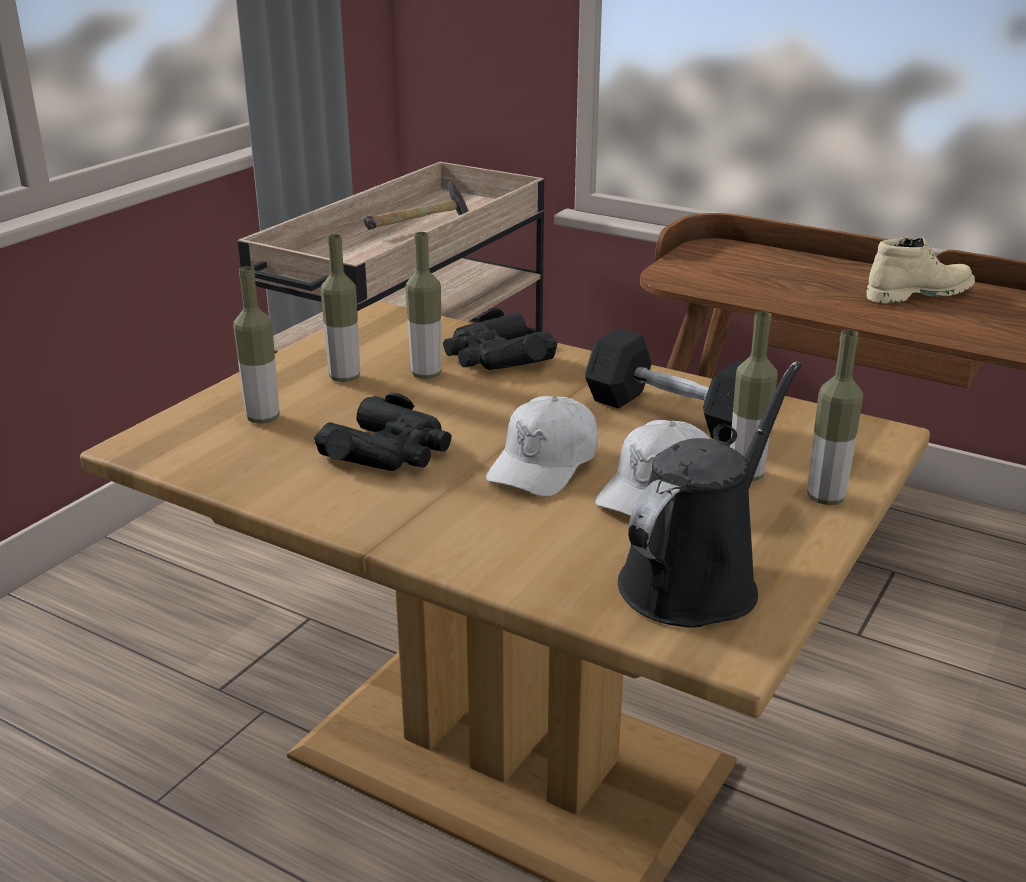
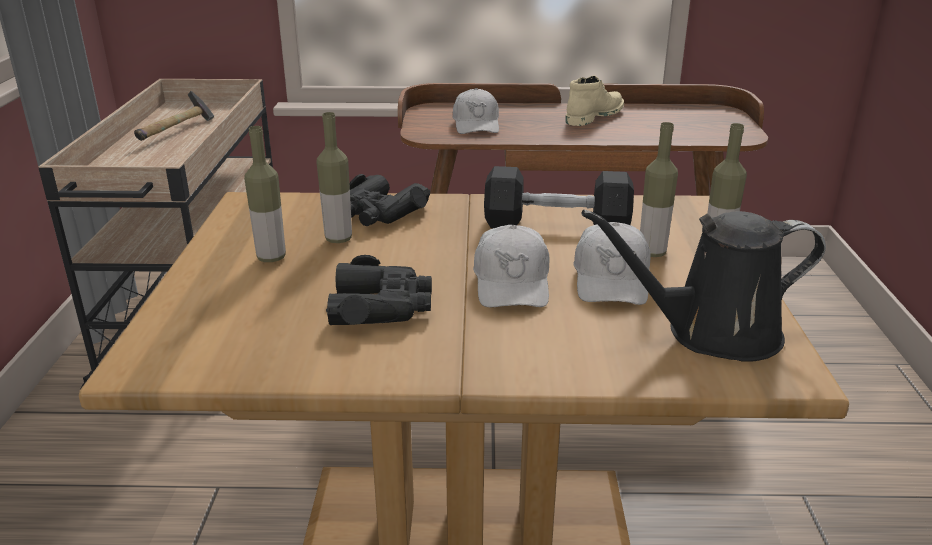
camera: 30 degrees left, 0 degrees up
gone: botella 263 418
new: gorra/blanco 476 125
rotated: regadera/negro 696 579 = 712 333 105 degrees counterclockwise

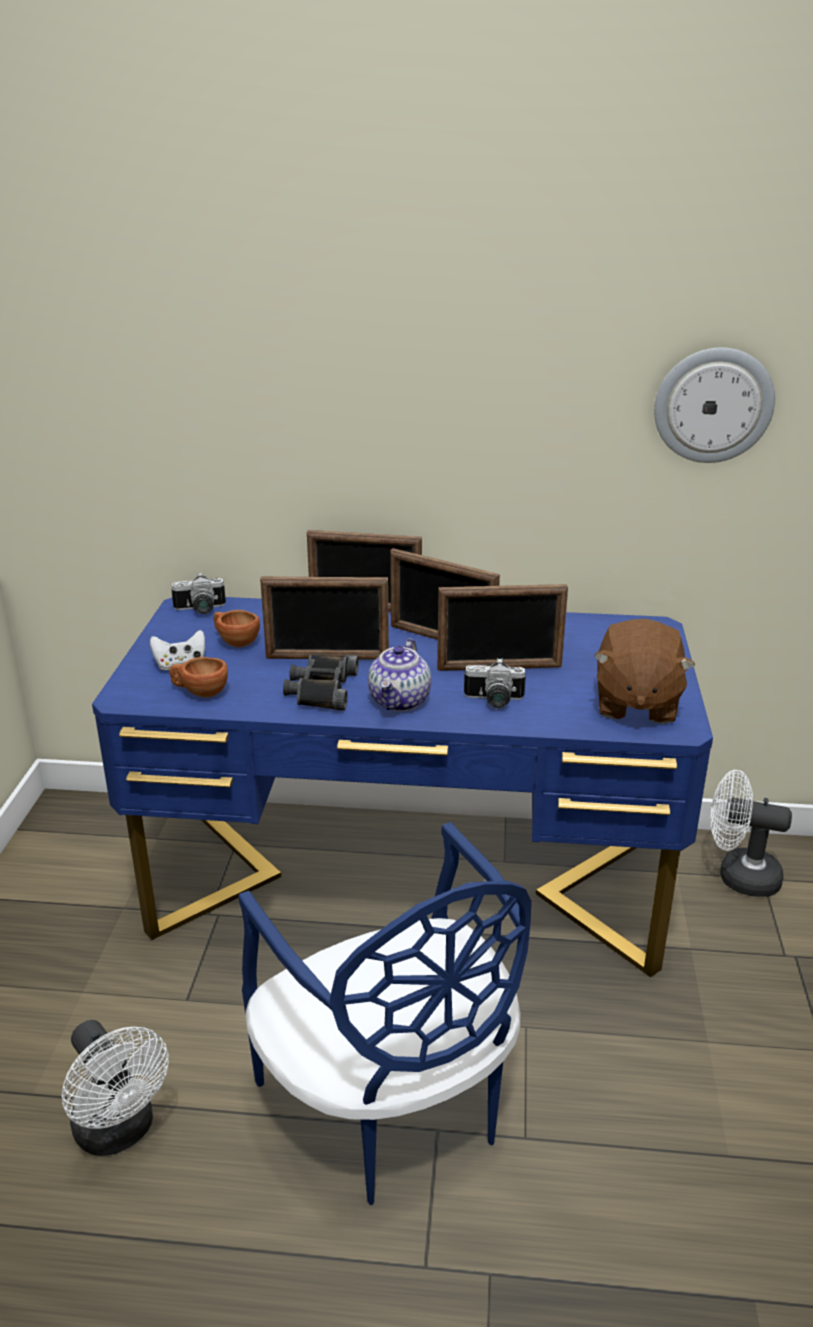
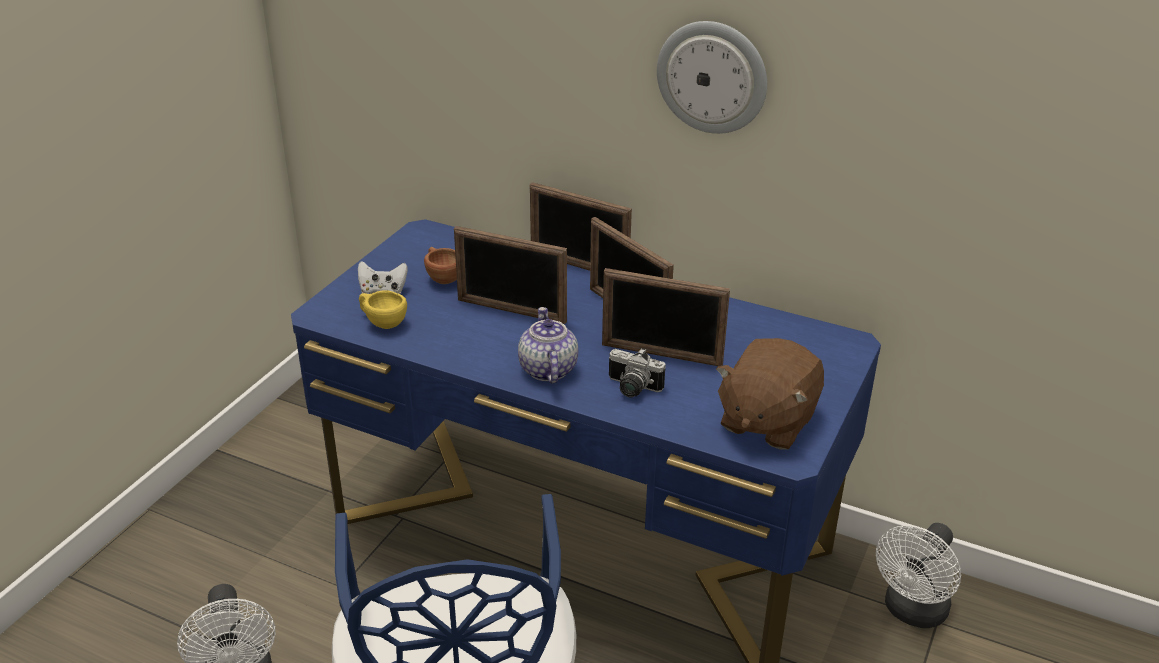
camera: 20 degrees right, 5 degrees up
gone: cámara 200 610; prismáticos/negro 321 689
shifted: reloj de pared 713 405 to 712 77
repainted: taza/marrón 200 692 to taza/amarillo 382 322
rotated: tetera 400 701 = 547 369 135 degrees clockwise; ventilador/blanco 738 876 = 912 612 90 degrees counterclockwise

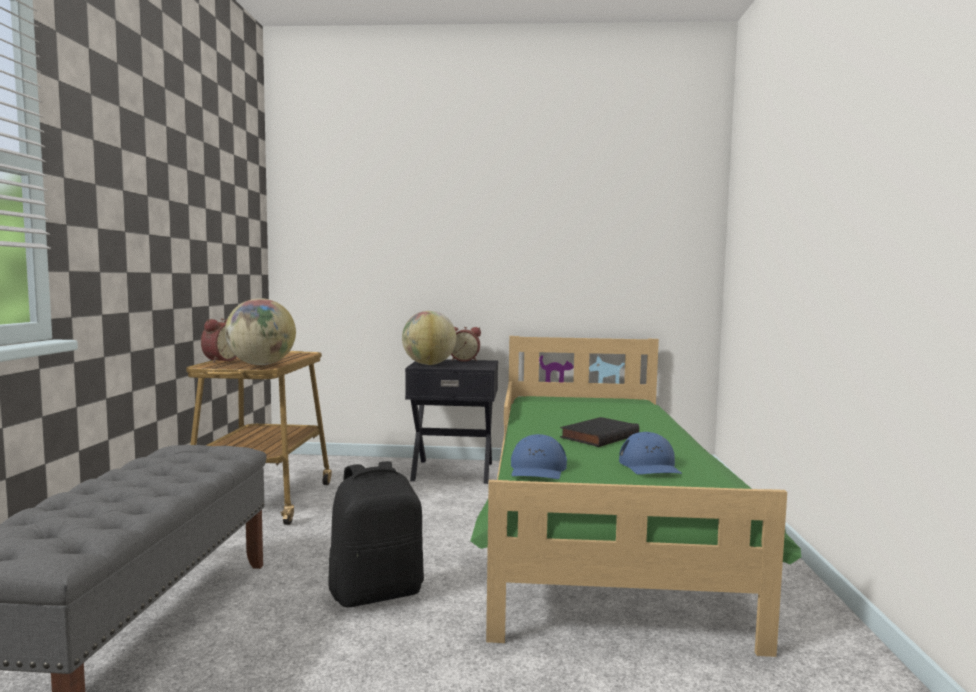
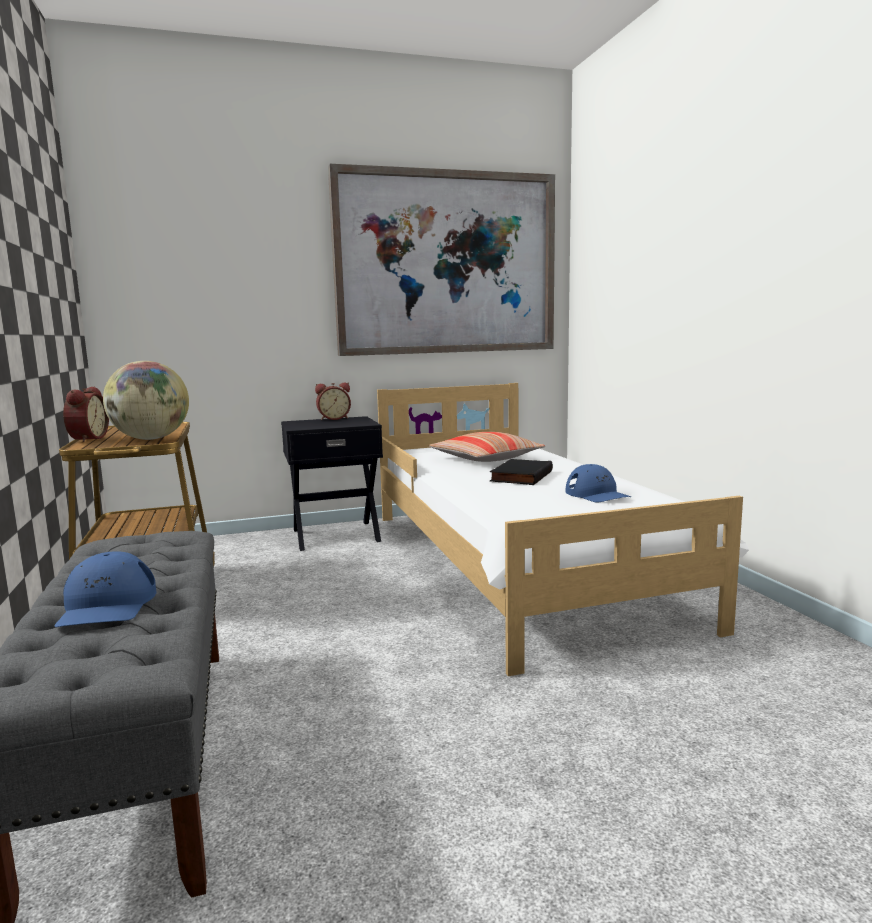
camera: 20 degrees left, 5 degrees up
gone: globo terráqueo 429 364; mochila/negro 377 592
new: cuadro 446 264; cojín 486 458
shifted: gorra/azul 537 469 to 107 606
repainted: cama/verde 598 528 to cama/blanco 517 563

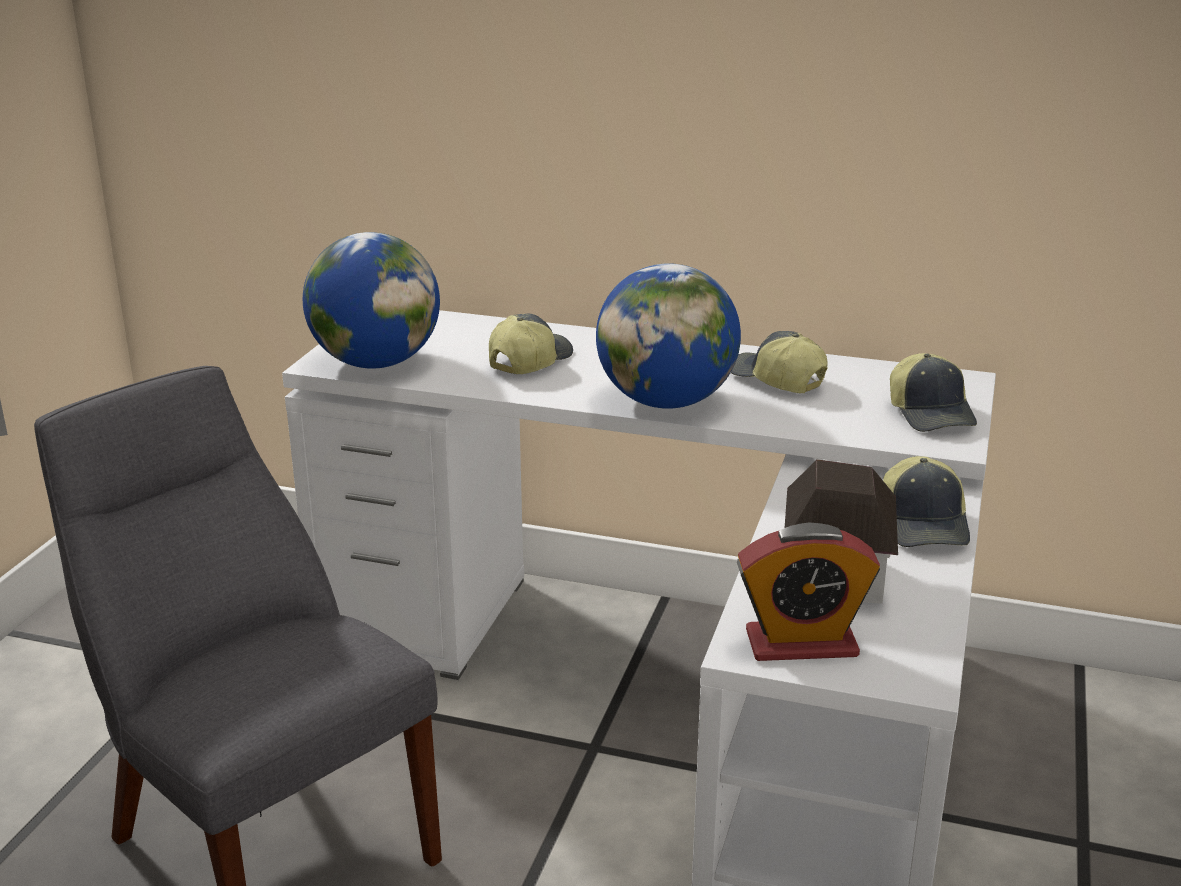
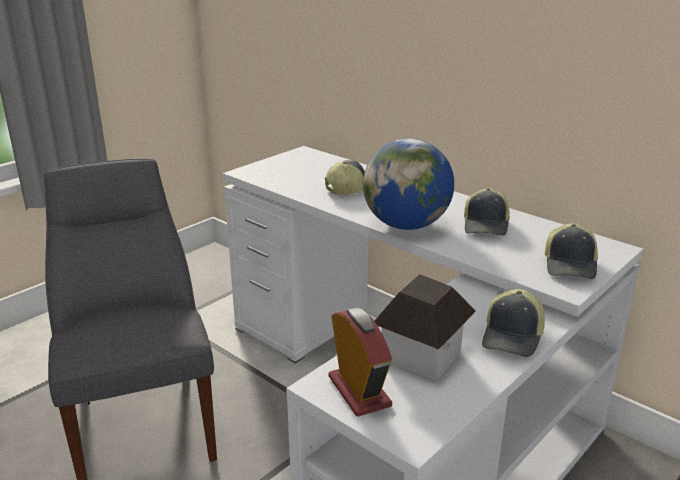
camera: 25 degrees right, 0 degrees up
gone: globo terráqueo 376 363
rotated: gorra 776 380 = 486 225 150 degrees counterclockwise; despertador 801 643 = 359 391 135 degrees counterclockwise

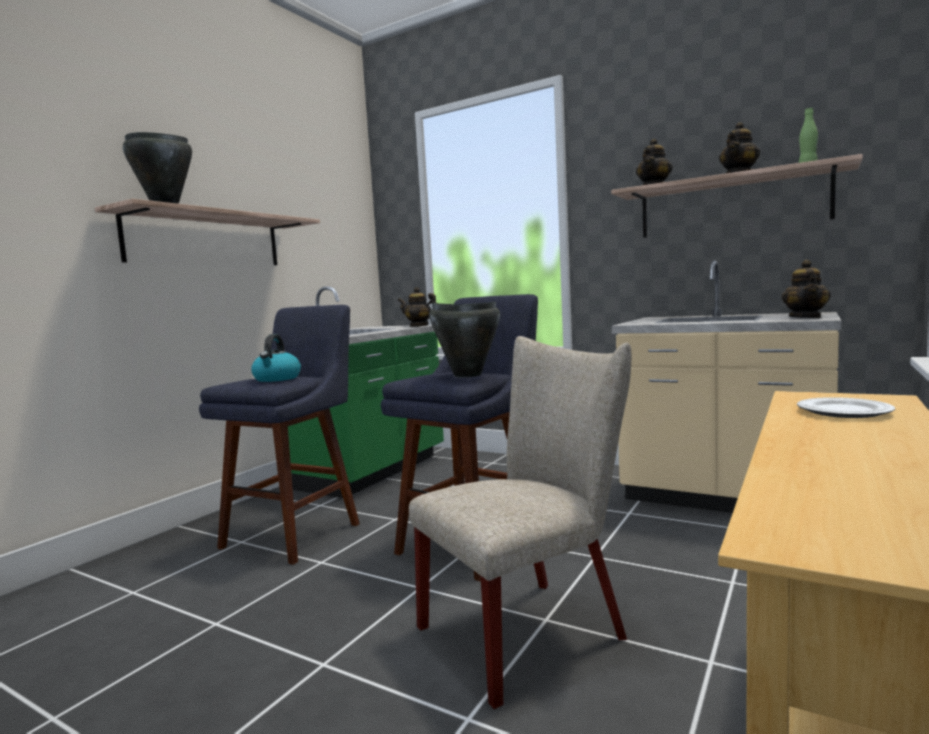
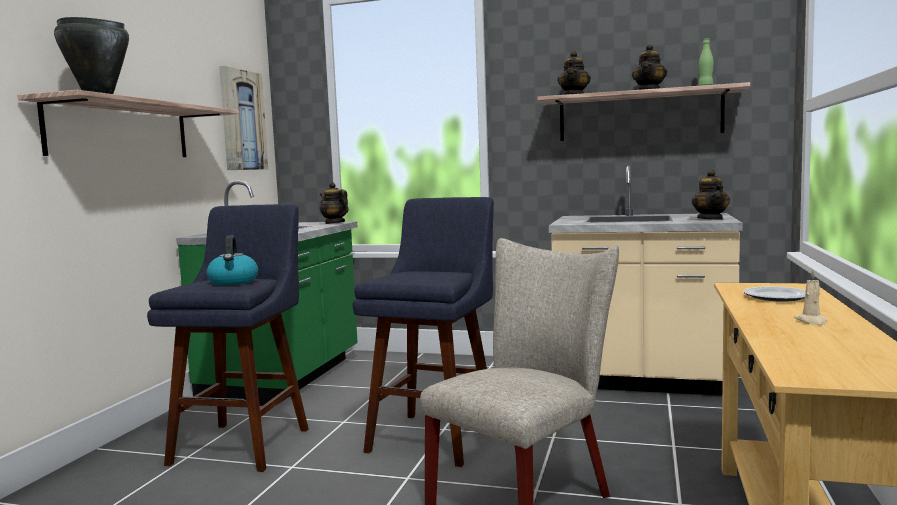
camera: 15 degrees left, 0 degrees up
gone: olla/negro 467 375
new: cuadro 242 120; vela/beis 812 321
rotated: tetera 419 326 = 334 223 45 degrees clockwise

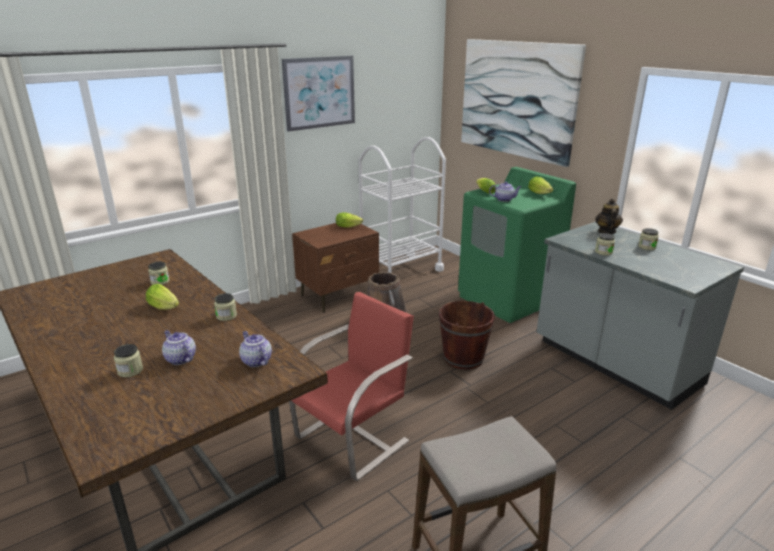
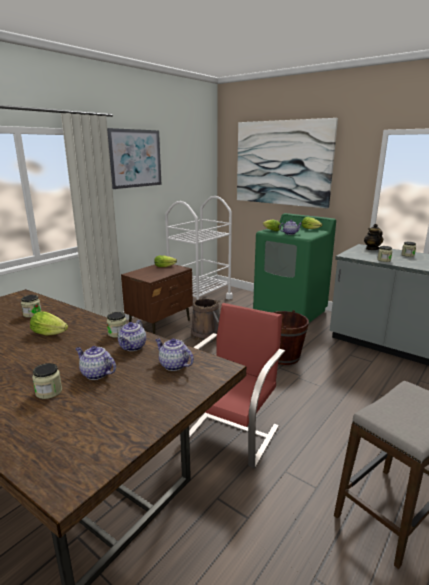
camera: 15 degrees left, 5 degrees down
new: tetera 132 347

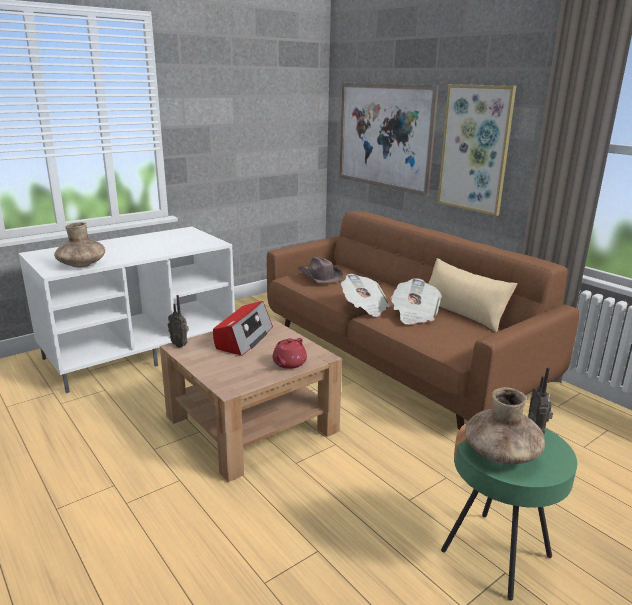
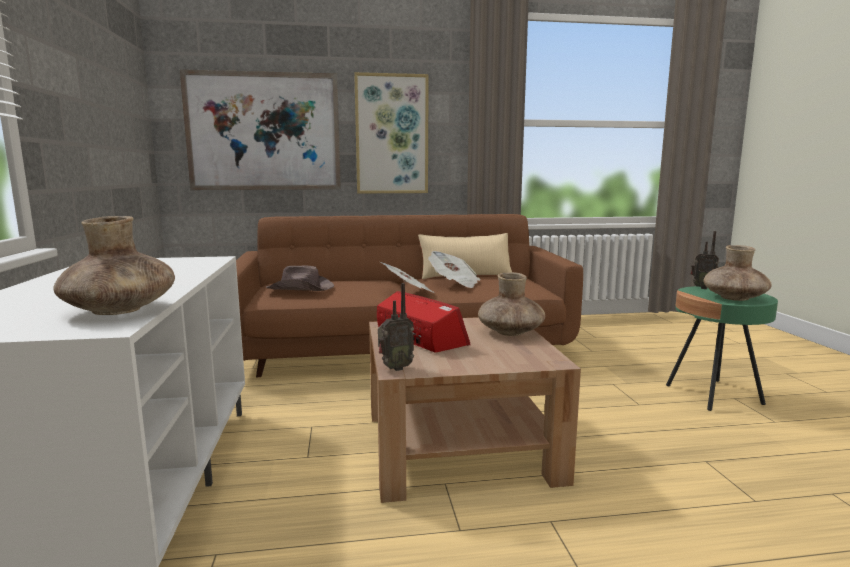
camera: 60 degrees left, 10 degrees down
swapped: tetera/rojo 289 364 to florero/marrón 510 332

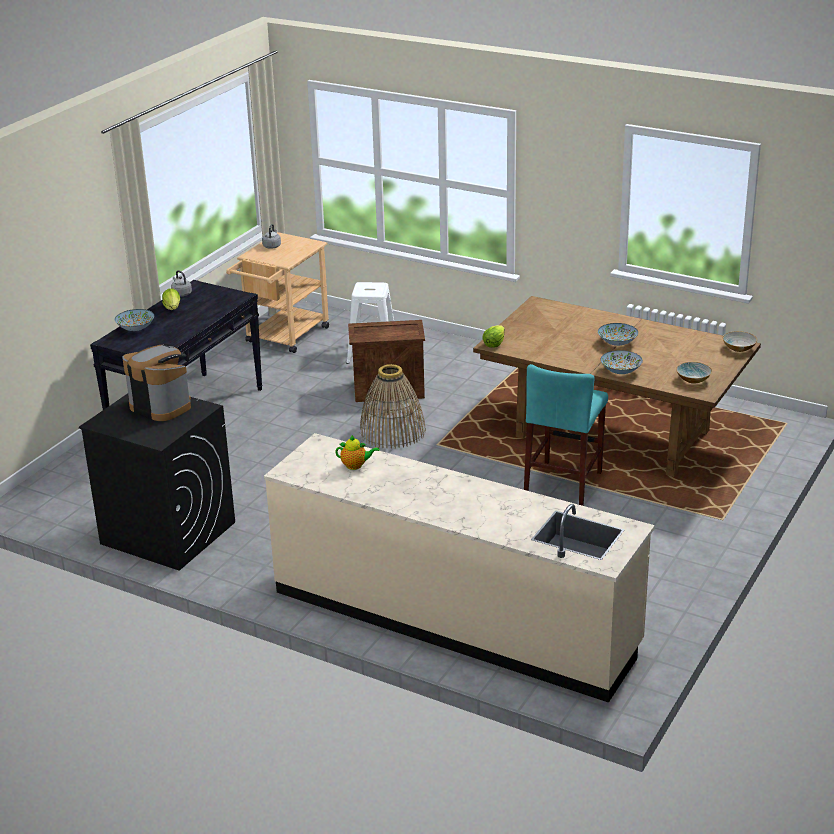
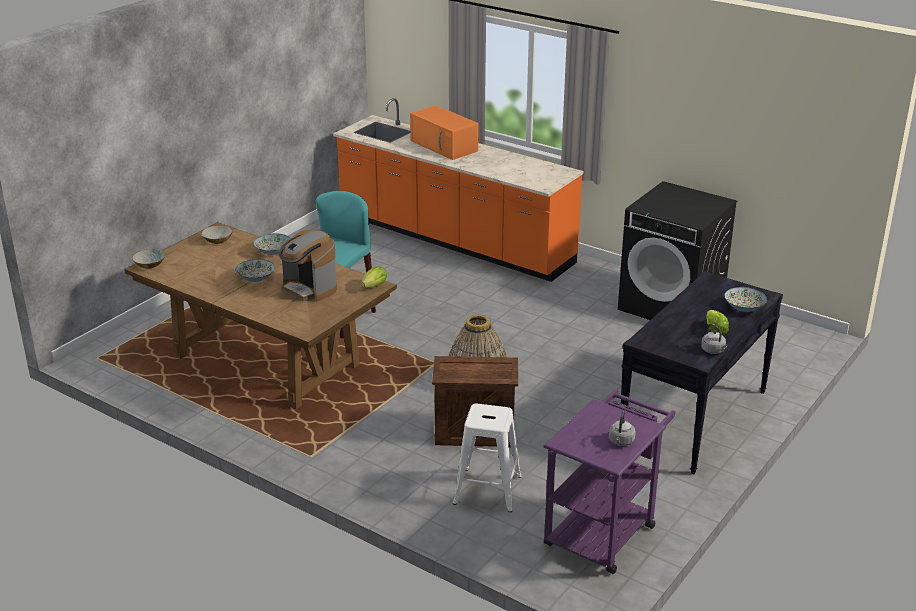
camera: 175 degrees left, 0 degrees up
gone: tetera 356 466
new: microondas/naranja 445 146
shifted: cafetera 161 406 to 309 289
repainted: carrito/beis 283 337 to carrito/morado 604 529; mueble bajo de cocina/beis 454 619 to mueble bajo de cocina/naranja 454 240

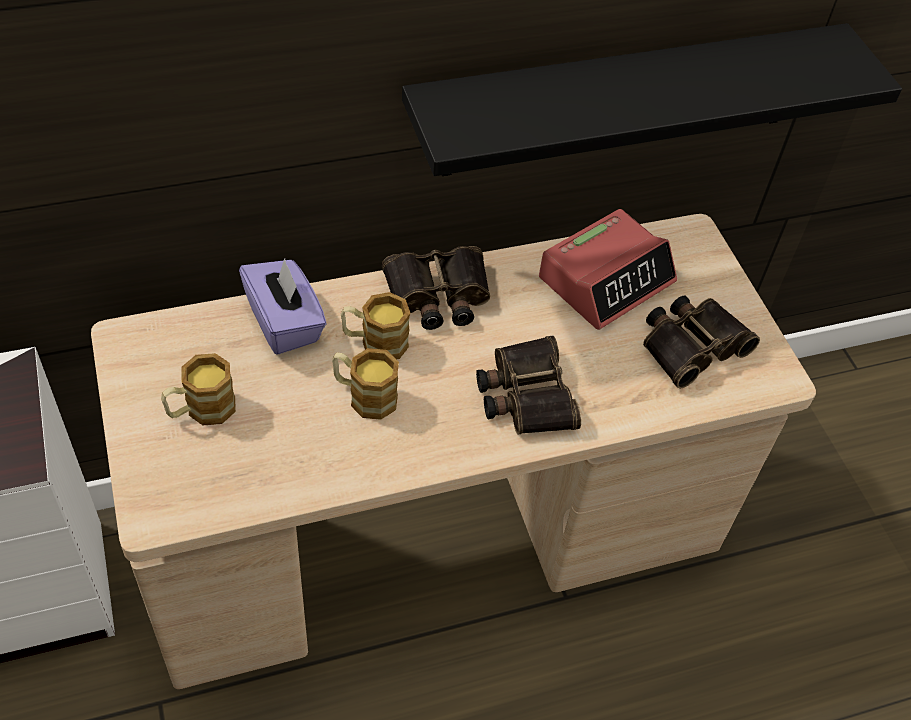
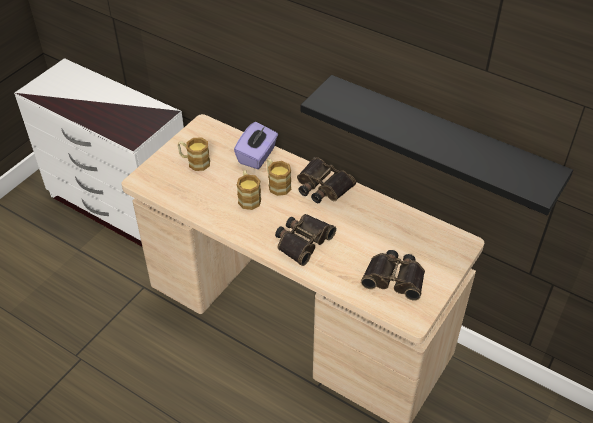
camera: 55 degrees right, 5 degrees down
gone: despertador 606 279

